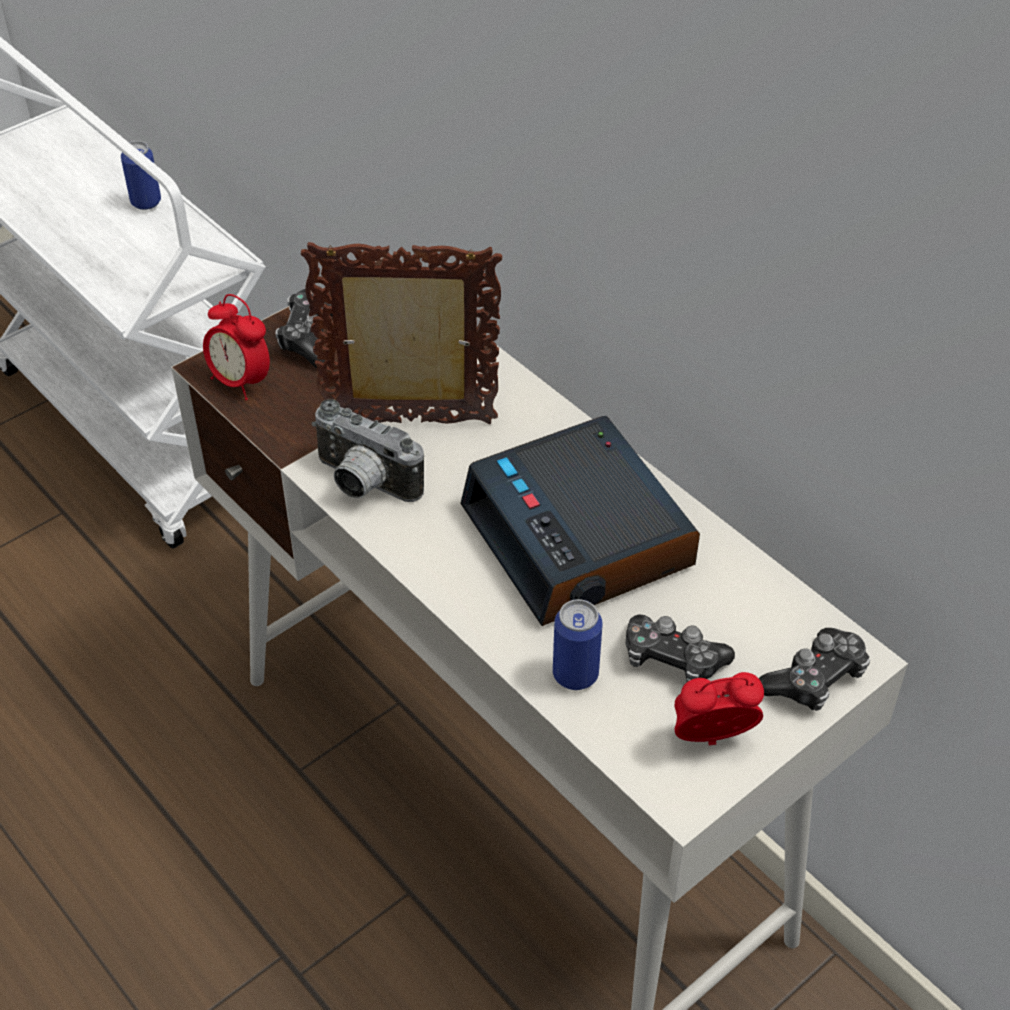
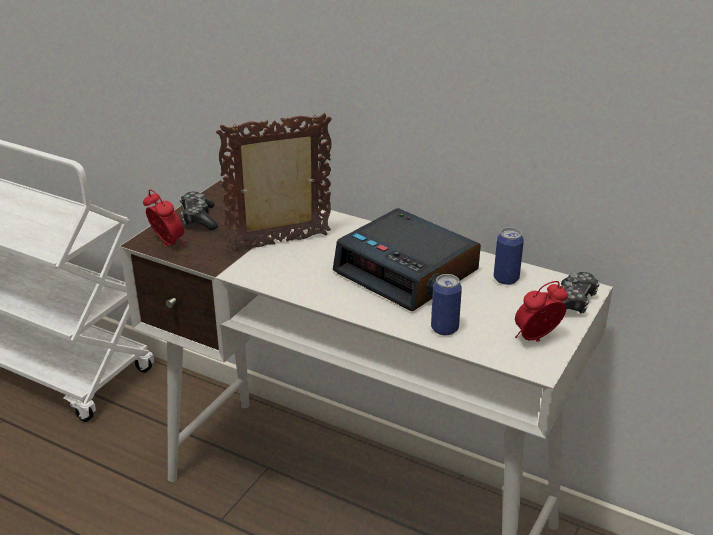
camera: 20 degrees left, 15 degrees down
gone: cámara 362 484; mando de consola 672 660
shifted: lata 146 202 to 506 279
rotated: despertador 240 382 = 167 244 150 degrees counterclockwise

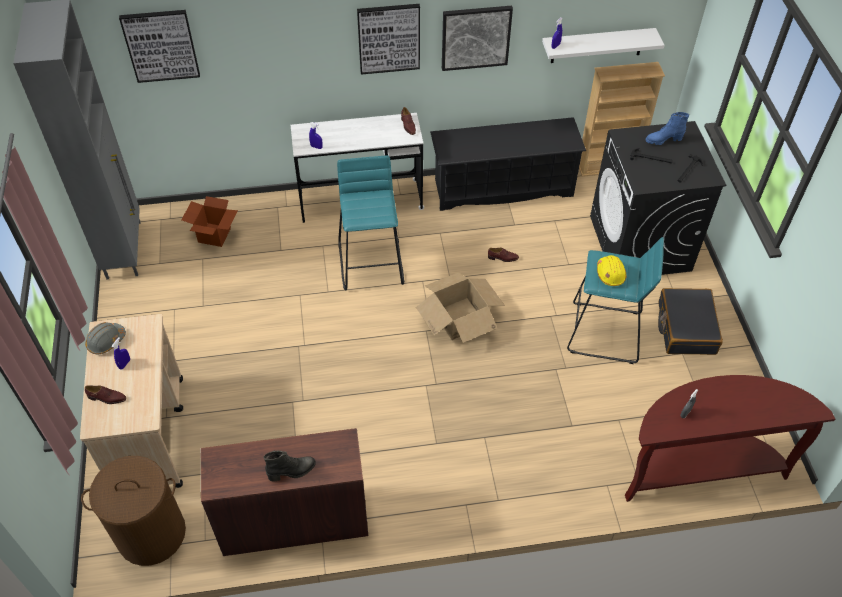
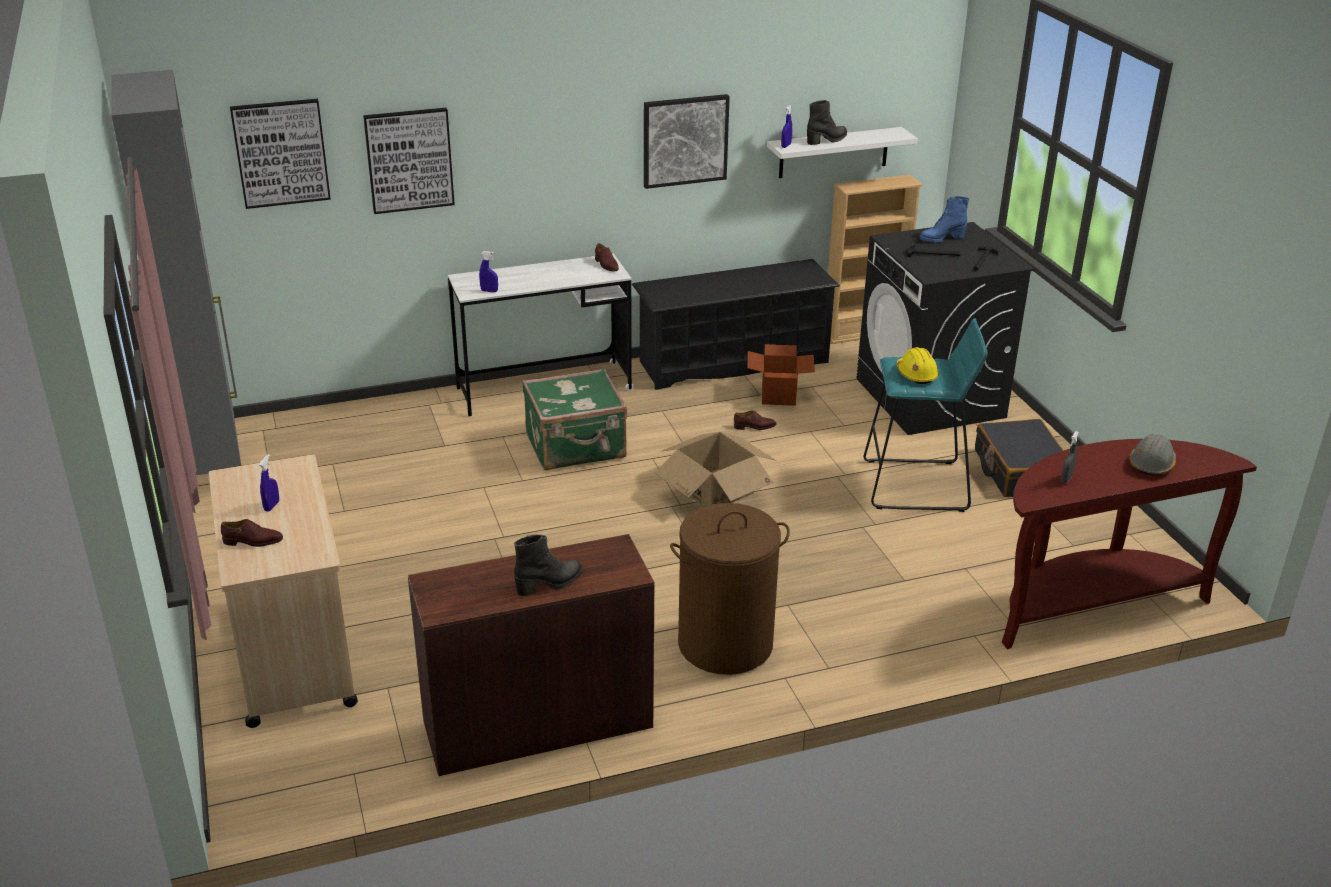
camera: 10 degrees left, 20 degrees down
new: bota/negro 827 140
shifted: cuadro 389 38 to 409 160; caja de cartón 214 235 to 778 396; casco/gris 106 341 to 1151 464; cesto de la ropa/marrón 151 534 to 725 644
swapped: taburete/turquesa 371 263 to maleta/verde 576 447

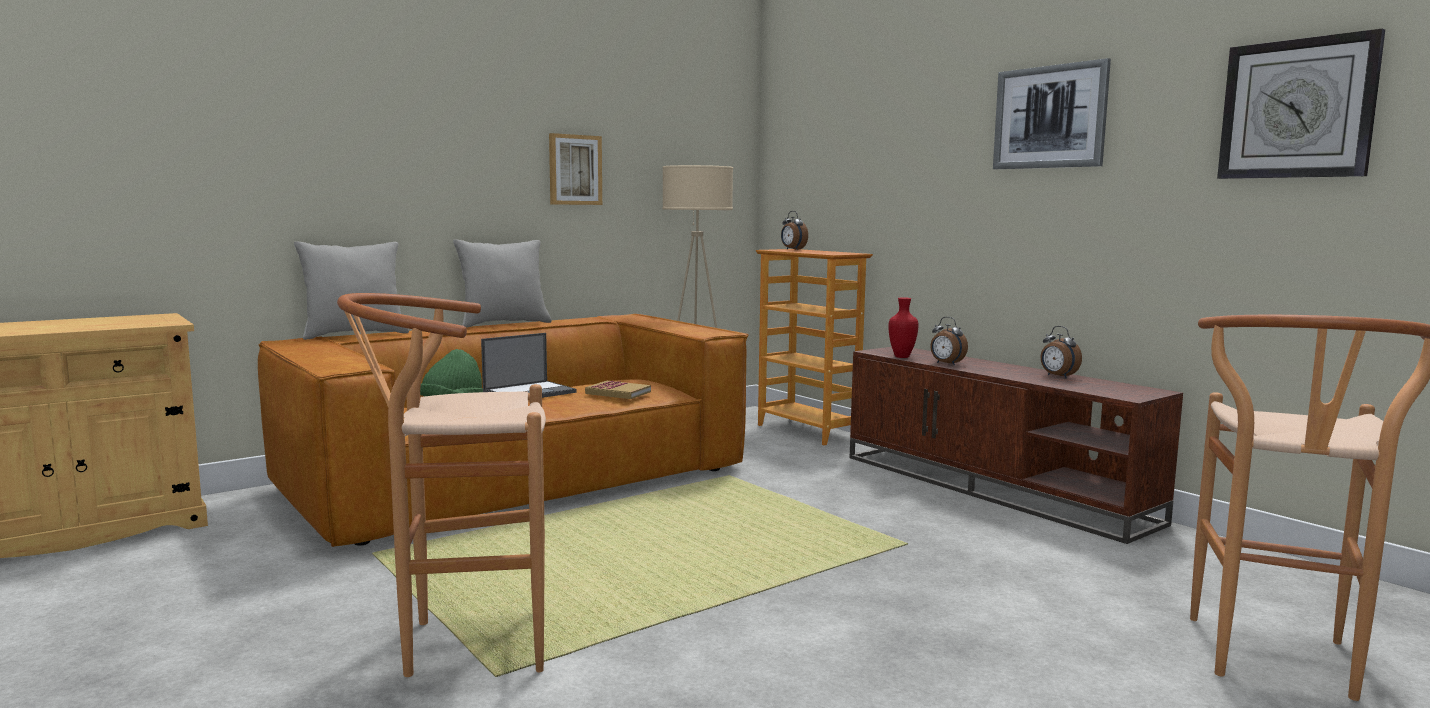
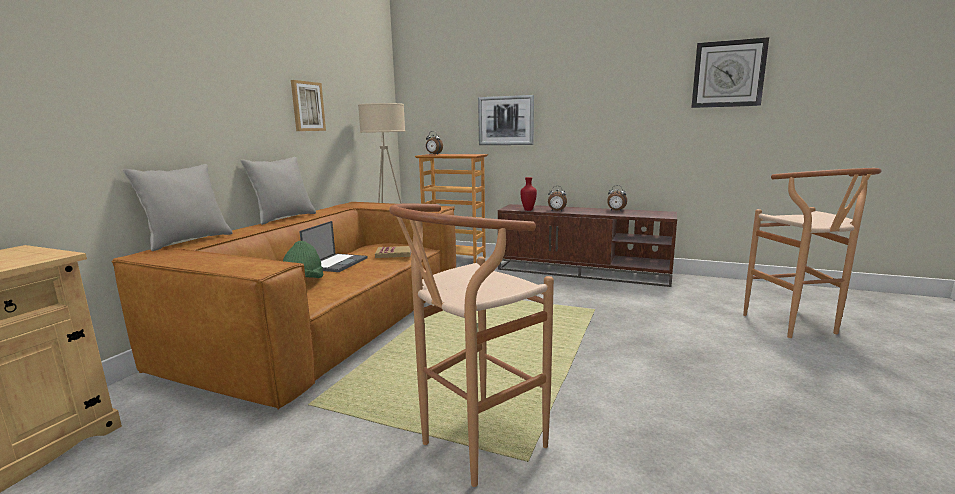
camera: 30 degrees left, 5 degrees up
shifted: cuadro 1049 117 to 506 120

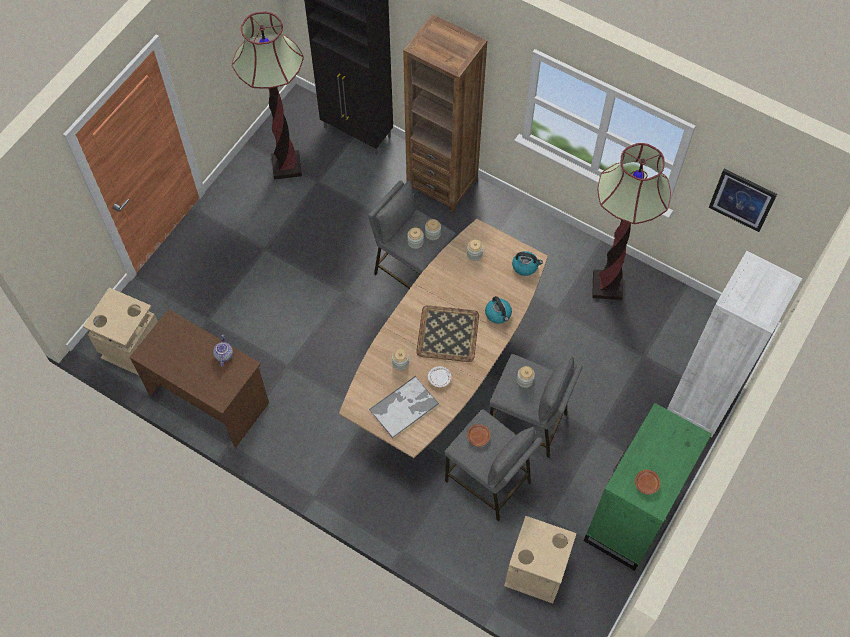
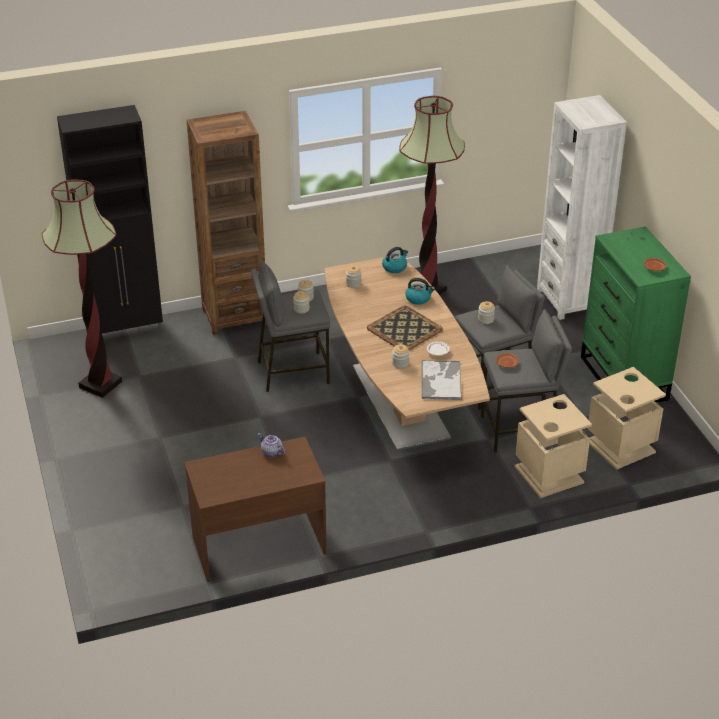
camera: 50 degrees left, 25 degrees down
gone: cuadro 742 199
shifted: papelera/beis 132 348 to 548 475

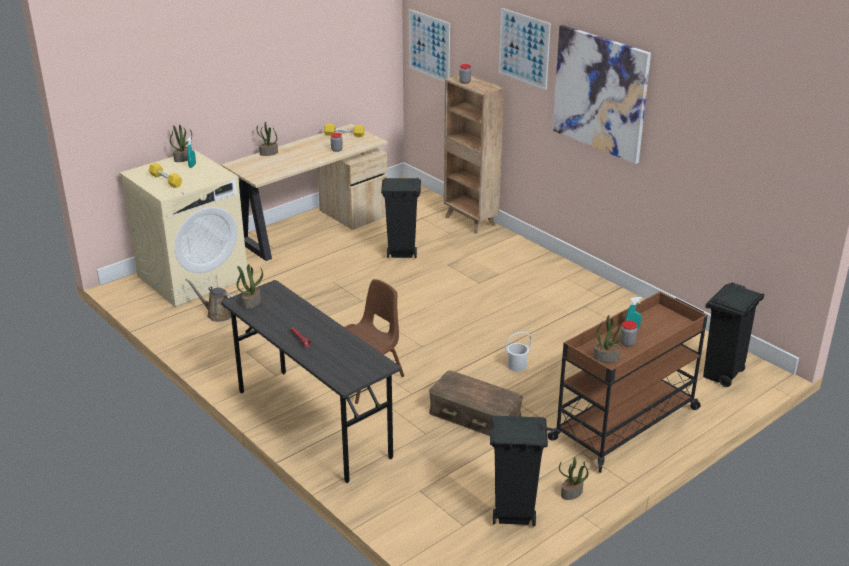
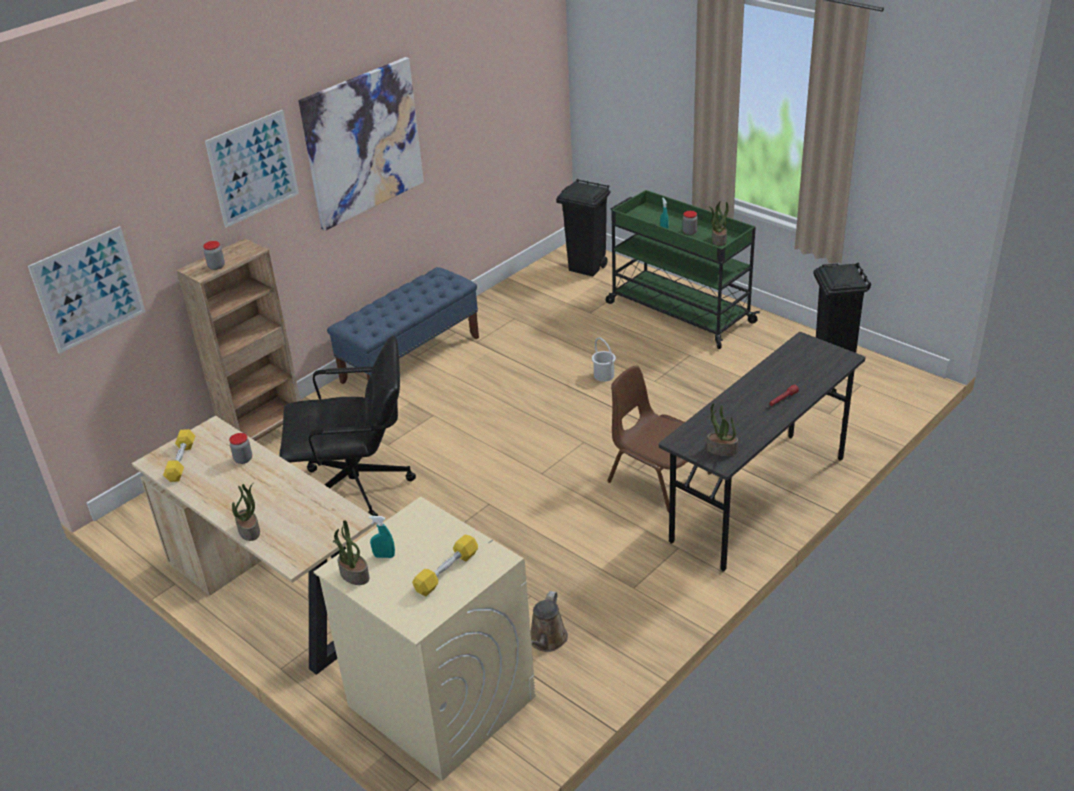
camera: 95 degrees left, 5 degrees up
gone: caja de almacenaje/marrón 474 416; planta en maceta 571 493
new: banco/azul 411 359
swapped: papelera/negro 401 253 to silla de oficina/negro 358 487
repainted: carrito/marrón 626 423 to carrito/verde 678 312

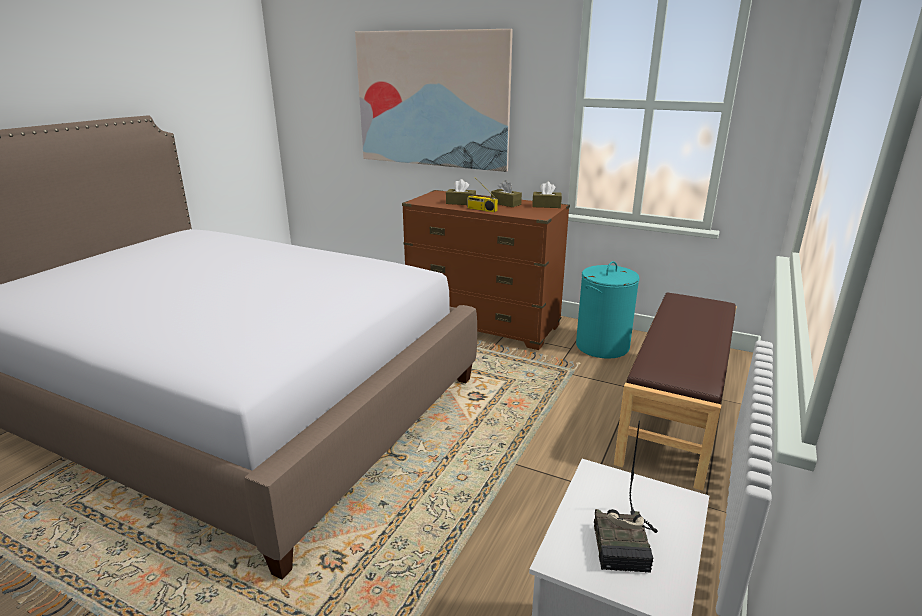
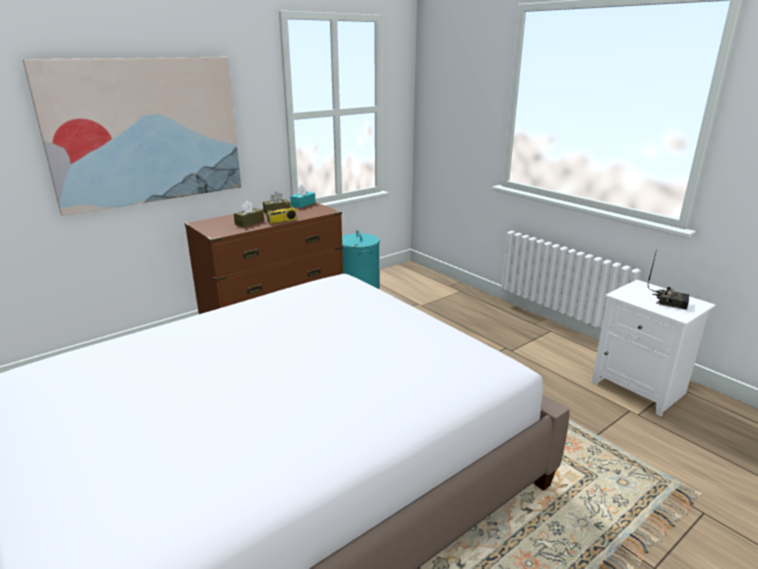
camera: 65 degrees left, 0 degrees up
gone: banco/marrón 676 412
repainted: caja de pañuelos/marrón 546 206 to caja de pañuelos/turquesa 303 204

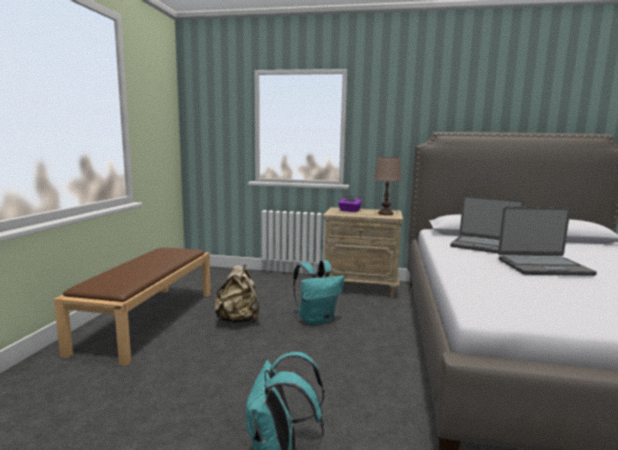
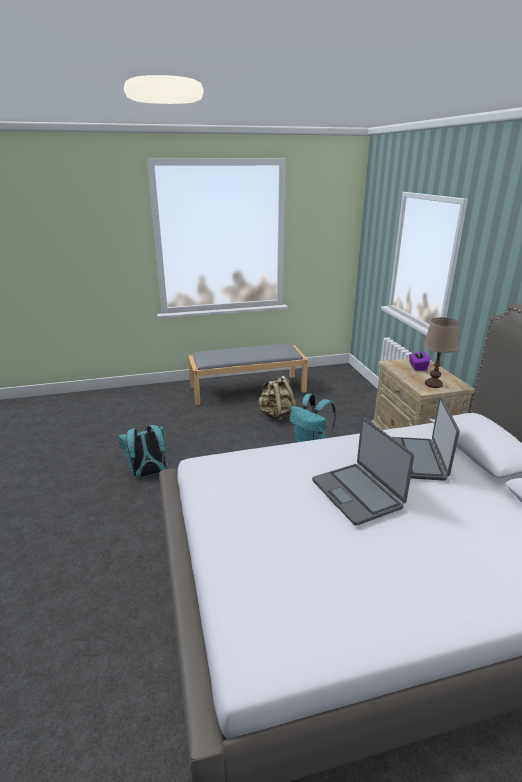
camera: 65 degrees right, 15 degrees up
repainted: banco/marrón 148 319 to banco/gris 248 389

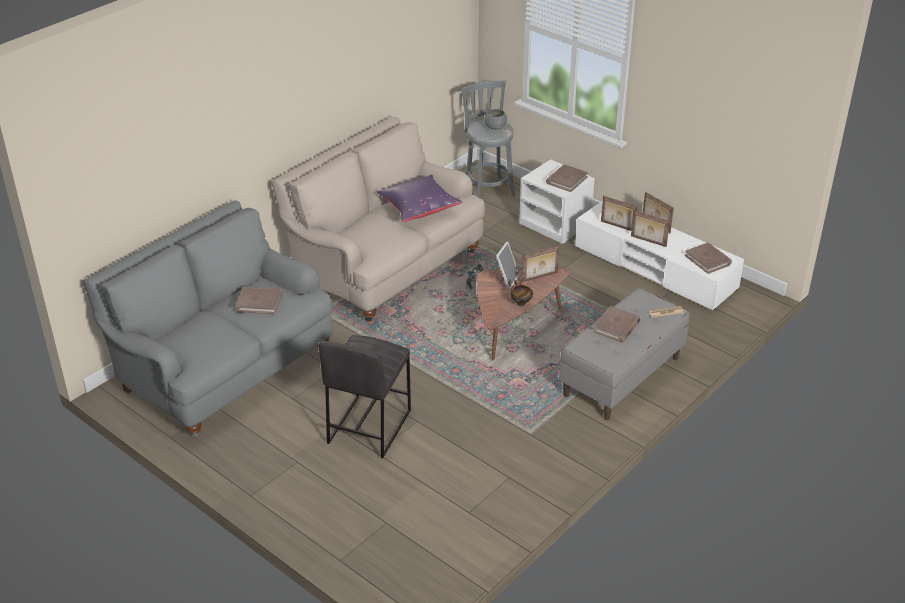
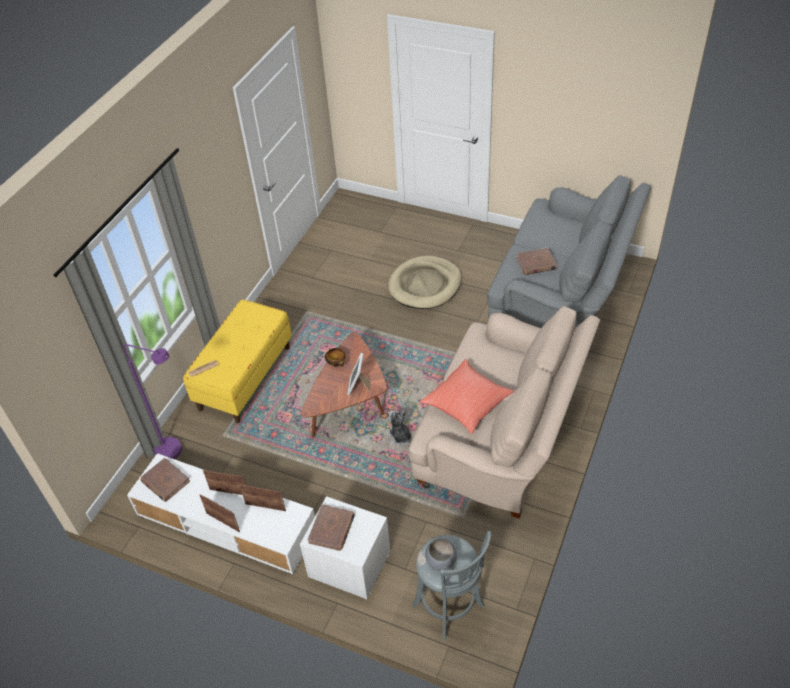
camera: 165 degrees right, 10 degrees up
gone: portarretratos 539 277; libro/marrón 616 327
new: lámpara de pie/morado 175 451
swapped: taburete/gris 368 426 to cama para perro/beis 425 285
repainted: cojín/morado 418 209 to cojín/rojo 467 405; banco/gris 622 377 to banco/amarillo 245 378

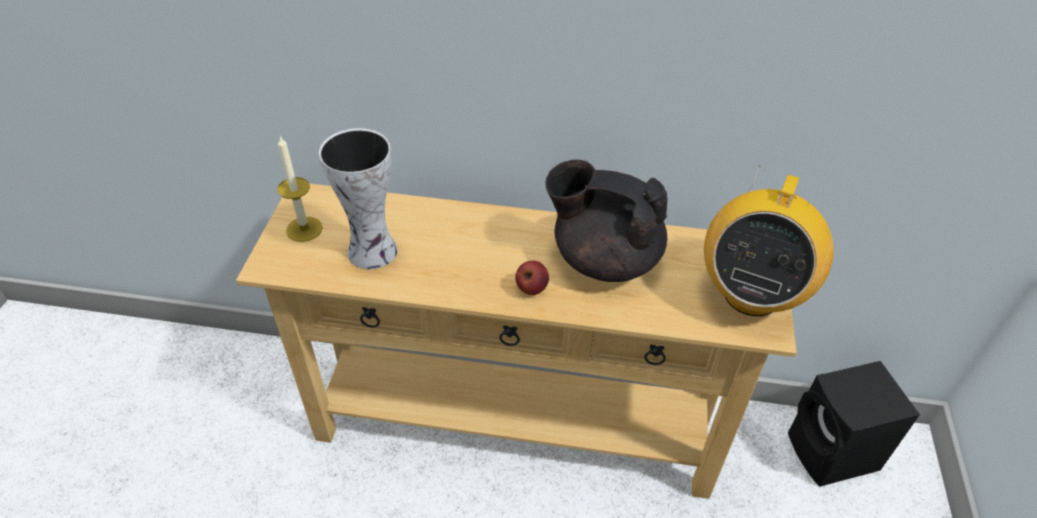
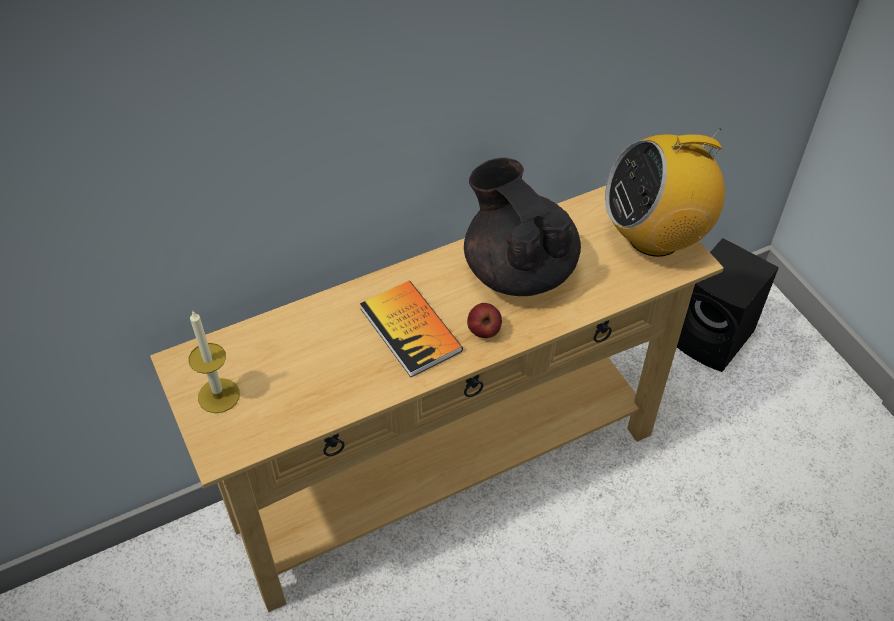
camera: 35 degrees left, 5 degrees up
gone: florero 372 253
new: libro 410 330
rotated: tetera/negro 604 258 = 518 269 75 degrees clockwise; radio 751 294 = 655 236 90 degrees clockwise

